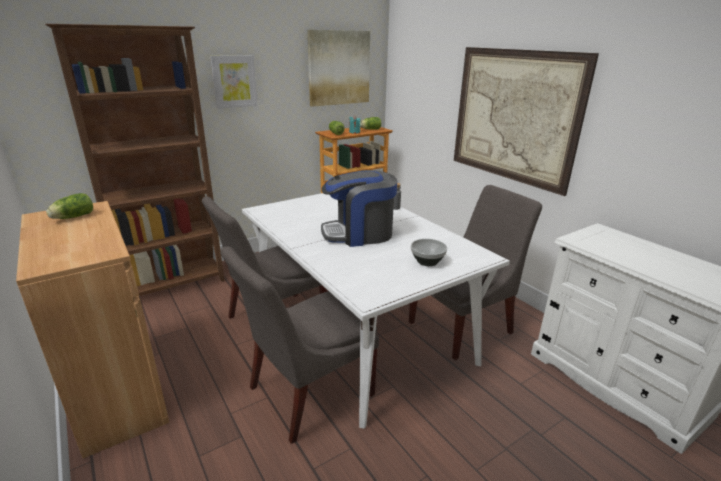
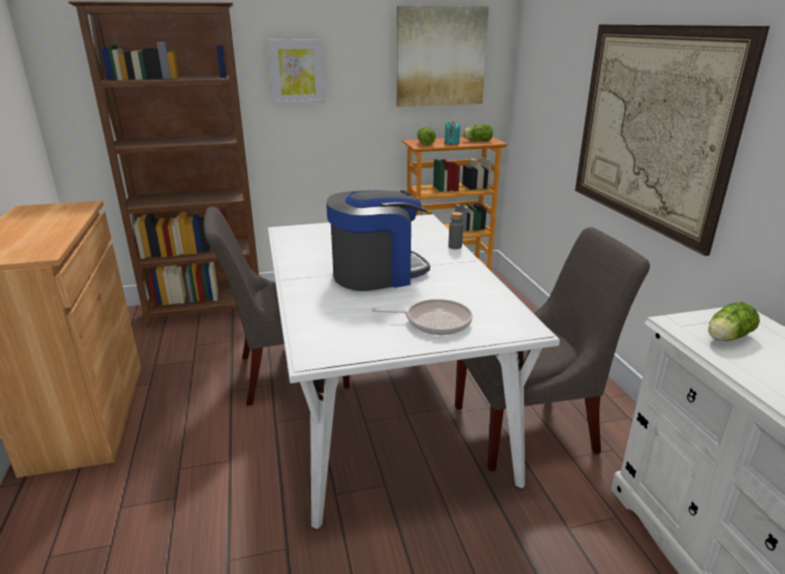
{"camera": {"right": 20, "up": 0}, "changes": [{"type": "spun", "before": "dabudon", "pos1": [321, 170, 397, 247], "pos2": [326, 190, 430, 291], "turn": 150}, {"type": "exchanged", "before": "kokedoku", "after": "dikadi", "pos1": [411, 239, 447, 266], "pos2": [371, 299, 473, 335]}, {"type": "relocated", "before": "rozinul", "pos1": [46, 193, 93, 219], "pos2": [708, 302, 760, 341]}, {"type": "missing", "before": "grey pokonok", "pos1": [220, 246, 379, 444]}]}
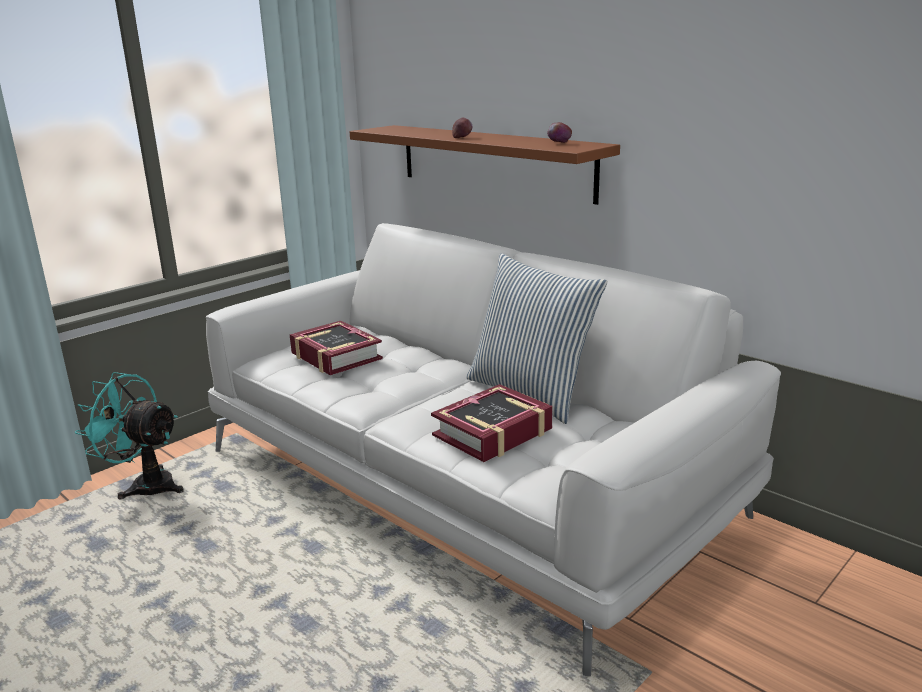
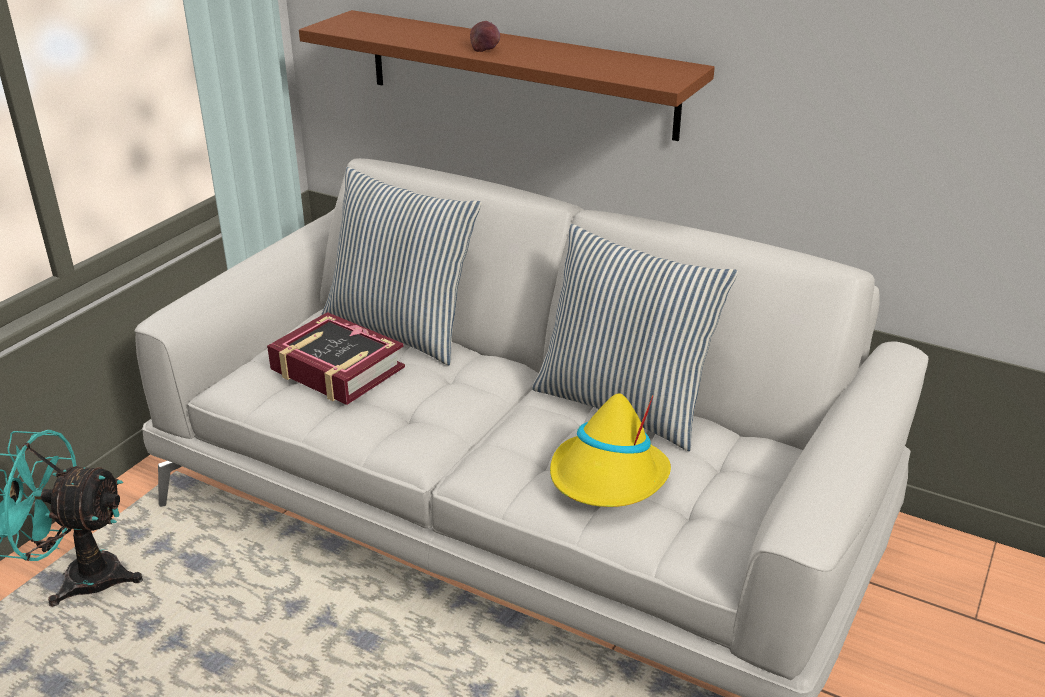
{"camera": {"right": -15, "up": 10}, "changes": [{"type": "appeared", "after": "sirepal", "pos2": [321, 167, 482, 365]}, {"type": "exchanged", "before": "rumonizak", "after": "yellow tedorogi", "pos1": [431, 384, 553, 462], "pos2": [550, 393, 671, 507]}, {"type": "missing", "before": "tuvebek", "pos1": [547, 122, 572, 143]}]}
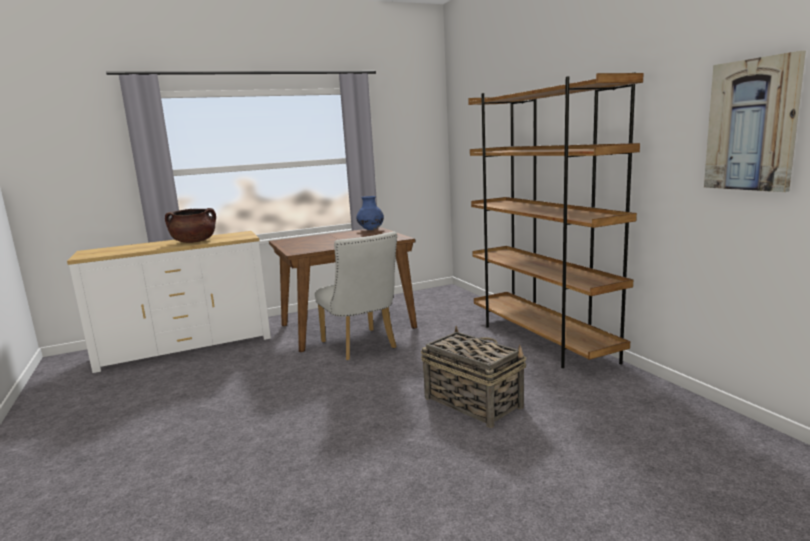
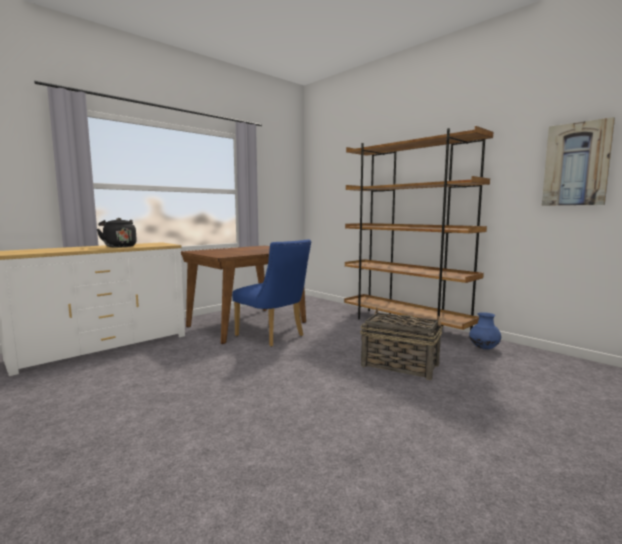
{"camera": {"right": -20, "up": -5}, "changes": [{"type": "exchanged", "before": "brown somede", "after": "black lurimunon", "pos1": [165, 208, 216, 243], "pos2": [97, 218, 137, 248]}, {"type": "colour", "before": "white pokonok", "after": "blue pokonok", "pos1": [315, 232, 397, 361], "pos2": [232, 239, 311, 347]}, {"type": "relocated", "before": "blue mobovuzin", "pos1": [356, 196, 384, 230], "pos2": [469, 312, 501, 349]}]}
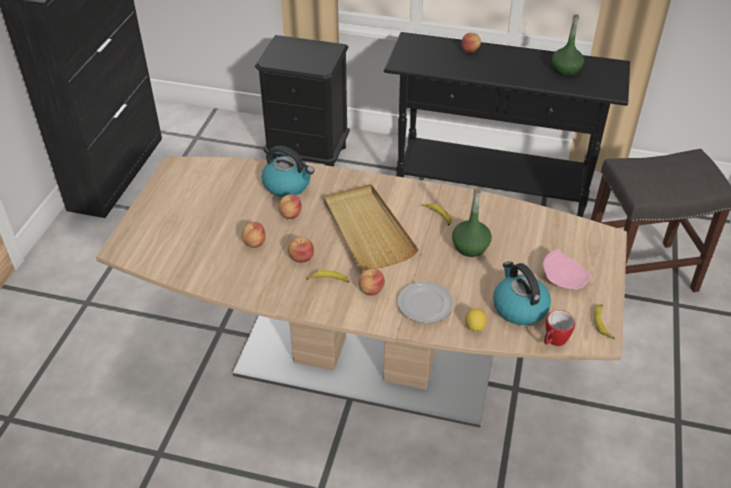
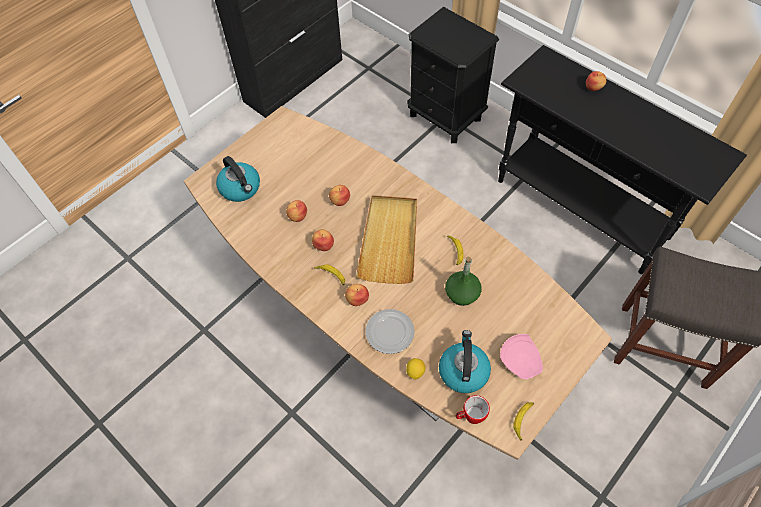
{"camera": {"right": 30, "up": 15}, "changes": [{"type": "relocated", "before": "lurimunon", "pos1": [262, 146, 314, 197], "pos2": [216, 156, 260, 202]}, {"type": "missing", "before": "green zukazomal", "pos1": [552, 14, 584, 76]}]}
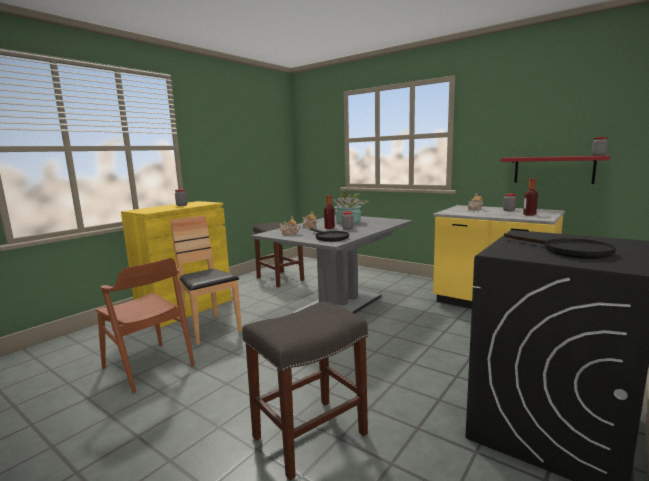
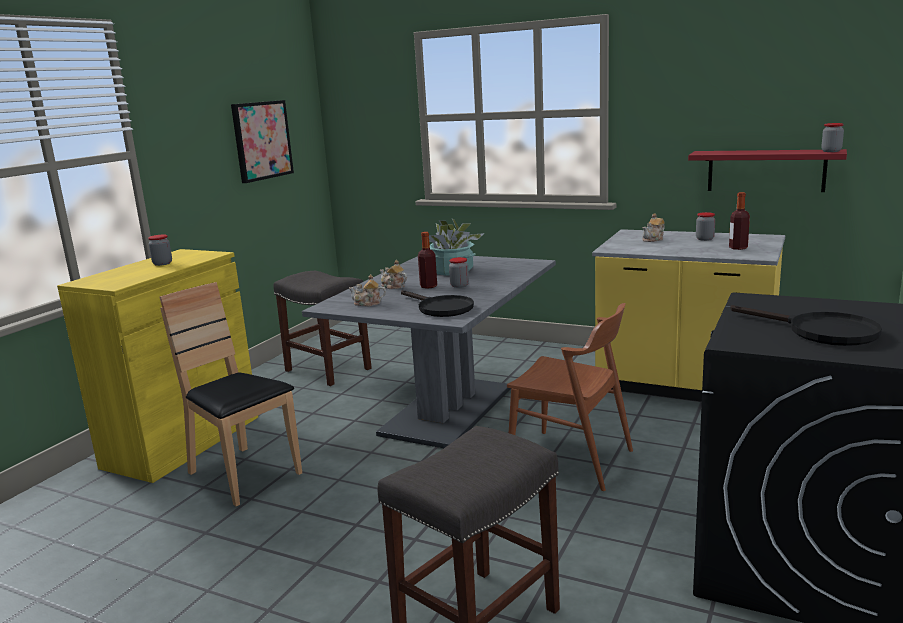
{"camera": {"right": -10, "up": 5}, "changes": [{"type": "appeared", "after": "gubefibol", "pos2": [231, 100, 294, 183]}, {"type": "relocated", "before": "brown pokonok", "pos1": [96, 258, 195, 393], "pos2": [507, 303, 633, 491]}]}
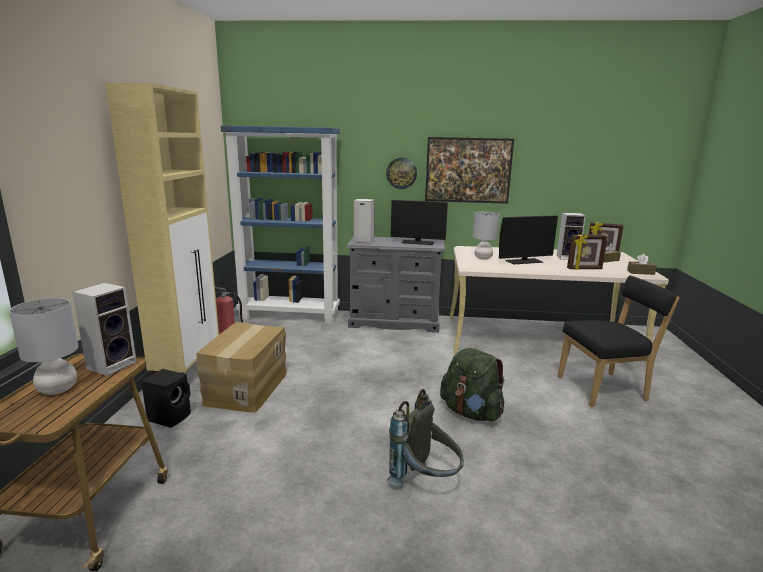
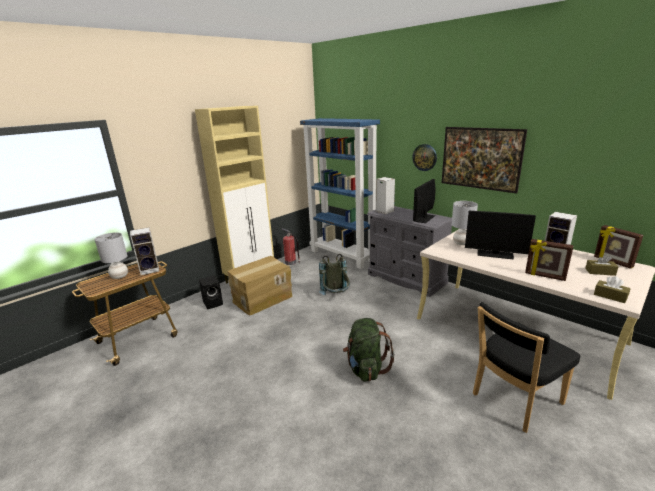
{"camera": {"right": 40, "up": 5}, "changes": [{"type": "relocated", "before": "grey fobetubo", "pos1": [387, 389, 464, 487], "pos2": [319, 254, 350, 295]}, {"type": "spun", "before": "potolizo", "pos1": [391, 200, 448, 245], "pos2": [413, 179, 436, 223], "turn": 75}, {"type": "spun", "before": "black pokonok", "pos1": [558, 275, 679, 407], "pos2": [473, 302, 580, 433], "turn": 120}]}
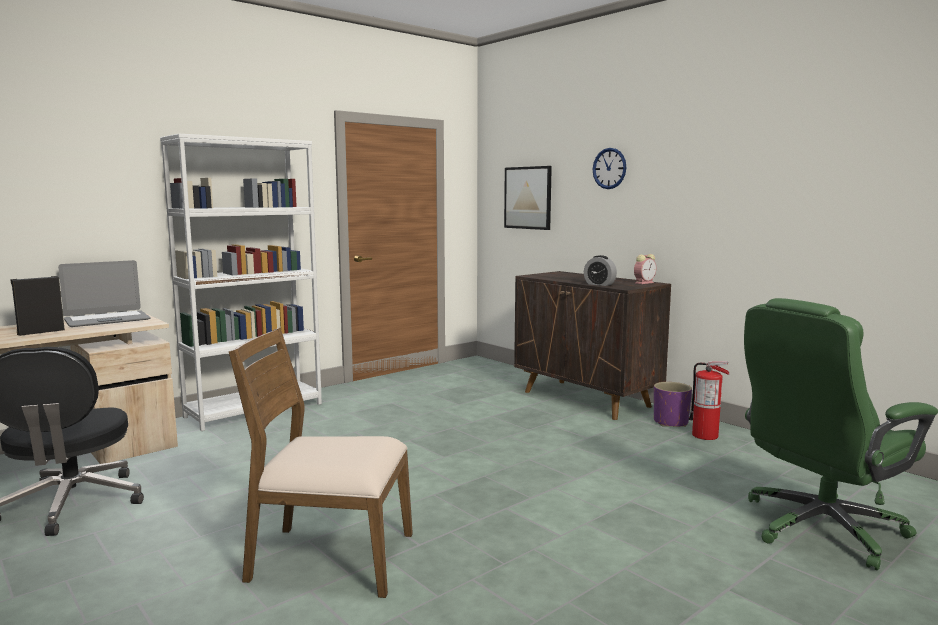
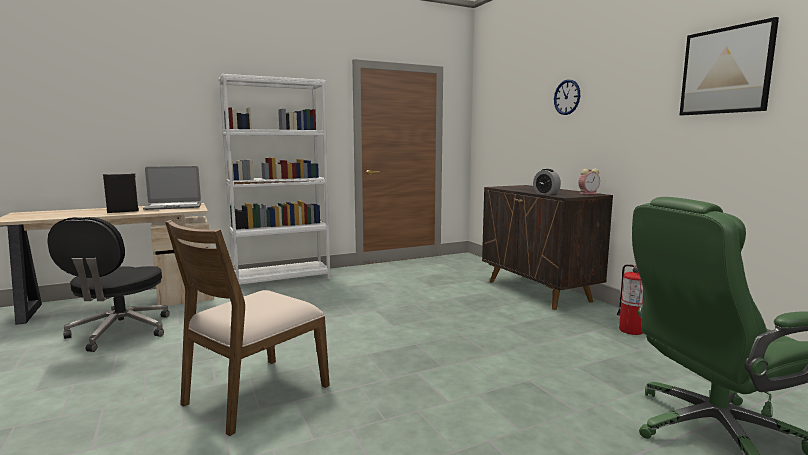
{"camera": {"right": 15, "up": 0}, "changes": [{"type": "spun", "before": "brown pokonok", "pos1": [229, 328, 413, 598], "pos2": [165, 220, 330, 436], "turn": -75}, {"type": "relocated", "before": "gubefibol", "pos1": [504, 166, 552, 230], "pos2": [679, 17, 779, 115]}, {"type": "missing", "before": "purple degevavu", "pos1": [654, 382, 692, 427]}]}
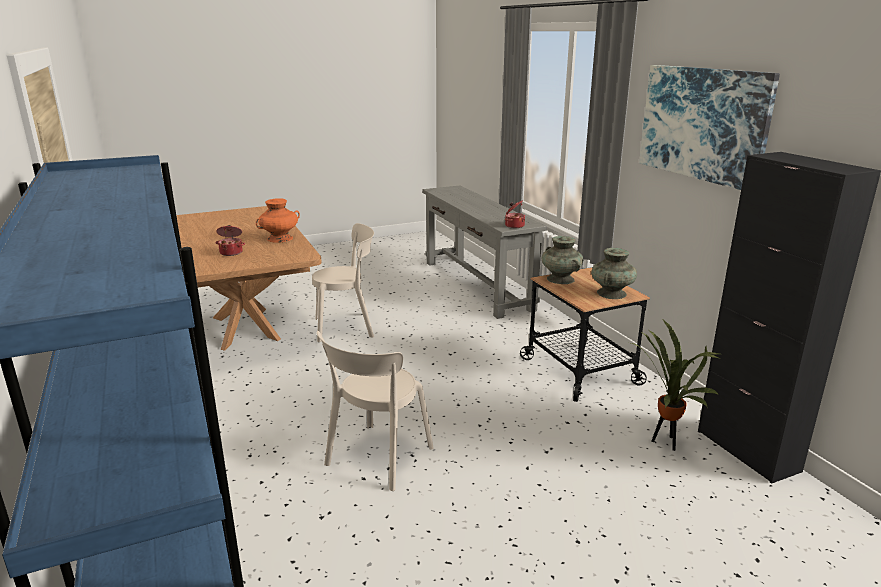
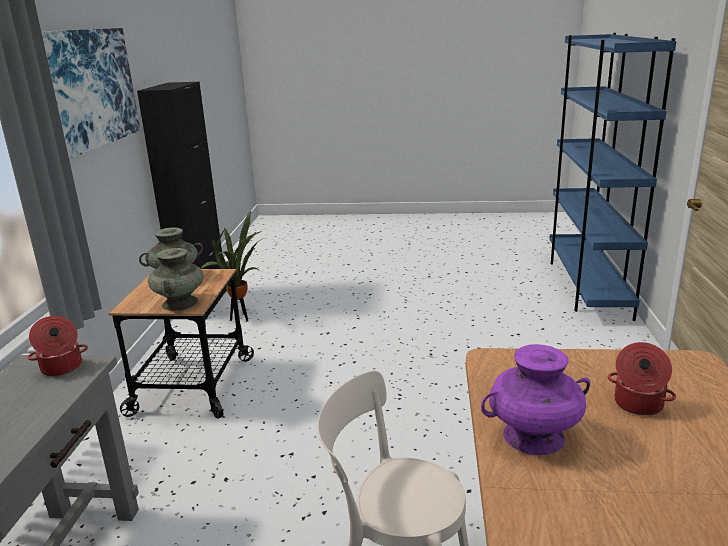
{"camera": {"right": -150, "up": 0}, "changes": [{"type": "colour", "before": "orange mobovuzin", "after": "purple mobovuzin", "pos1": [256, 198, 300, 243], "pos2": [481, 344, 590, 455]}, {"type": "missing", "before": "beige pokonok", "pos1": [317, 331, 434, 491]}]}
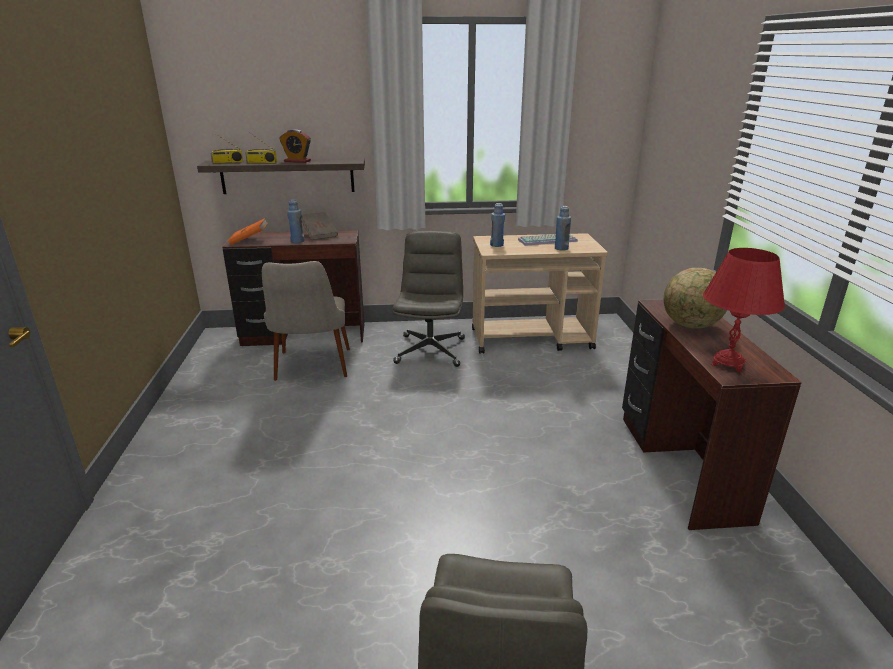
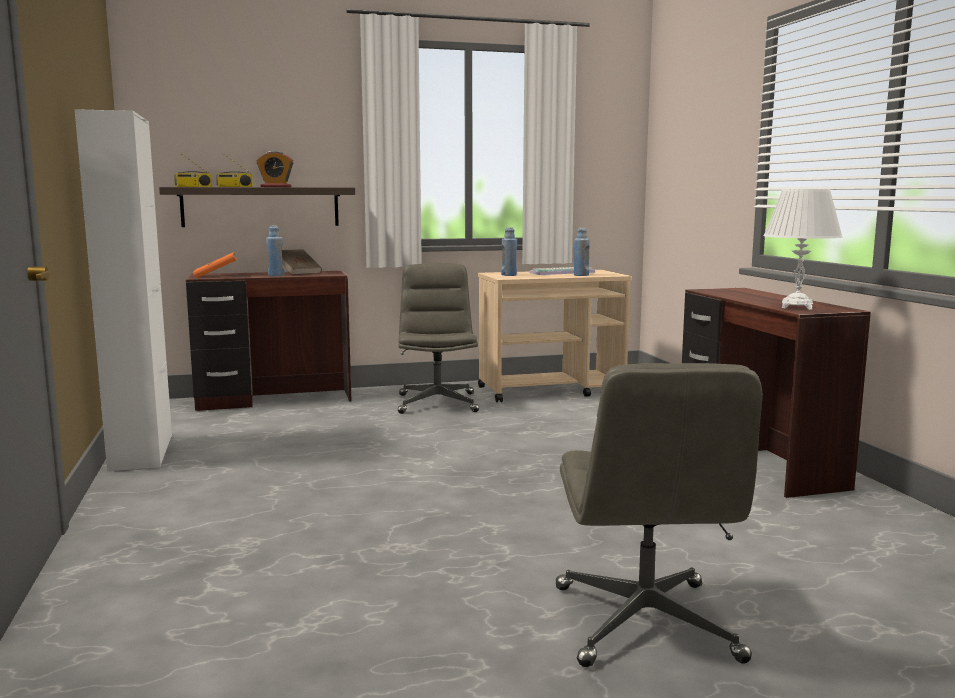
{"camera": {"right": -10, "up": -15}, "changes": [{"type": "appeared", "after": "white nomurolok", "pos2": [75, 109, 172, 472]}, {"type": "colour", "before": "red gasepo", "after": "white gasepo", "pos1": [703, 248, 785, 372], "pos2": [763, 189, 843, 310]}, {"type": "missing", "before": "beige pokonok", "pos1": [262, 261, 350, 381]}, {"type": "missing", "before": "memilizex", "pos1": [664, 268, 727, 329]}]}
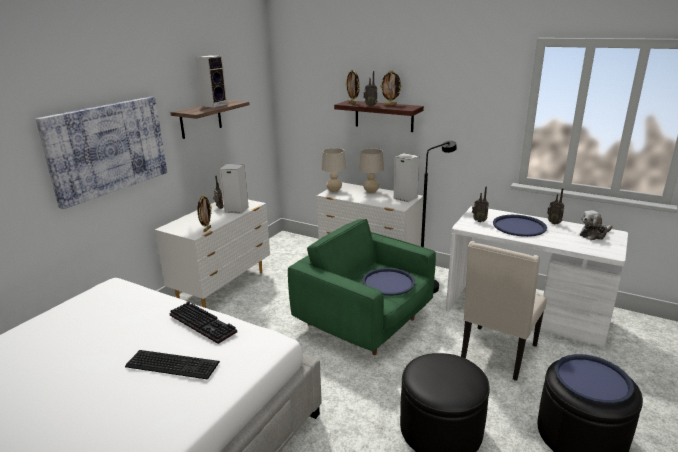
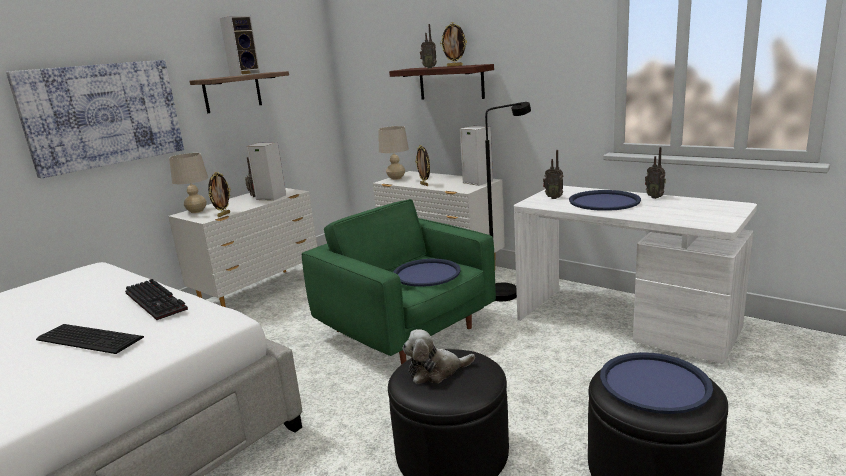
{"camera": {"right": 10, "up": -5}, "changes": [{"type": "relocated", "before": "beige gasepo", "pos1": [359, 149, 384, 193], "pos2": [169, 153, 208, 213]}, {"type": "relocated", "before": "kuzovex", "pos1": [580, 210, 613, 240], "pos2": [402, 329, 475, 384]}, {"type": "relocated", "before": "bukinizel", "pos1": [345, 69, 360, 104], "pos2": [415, 145, 430, 186]}, {"type": "missing", "before": "beige pokonok", "pos1": [461, 241, 547, 381]}]}
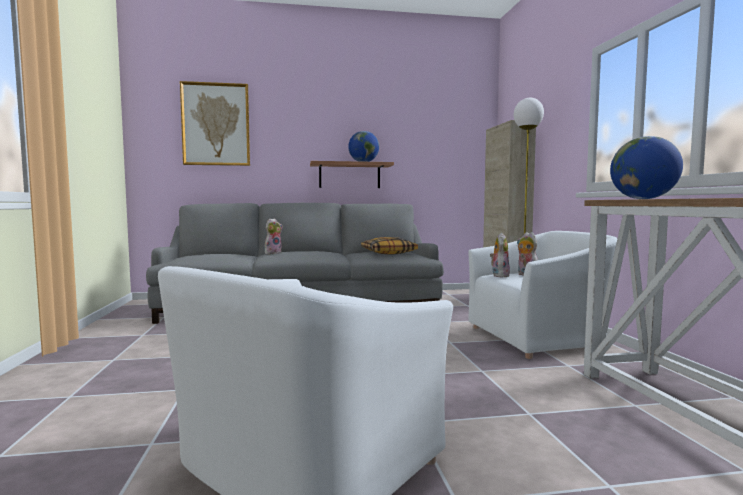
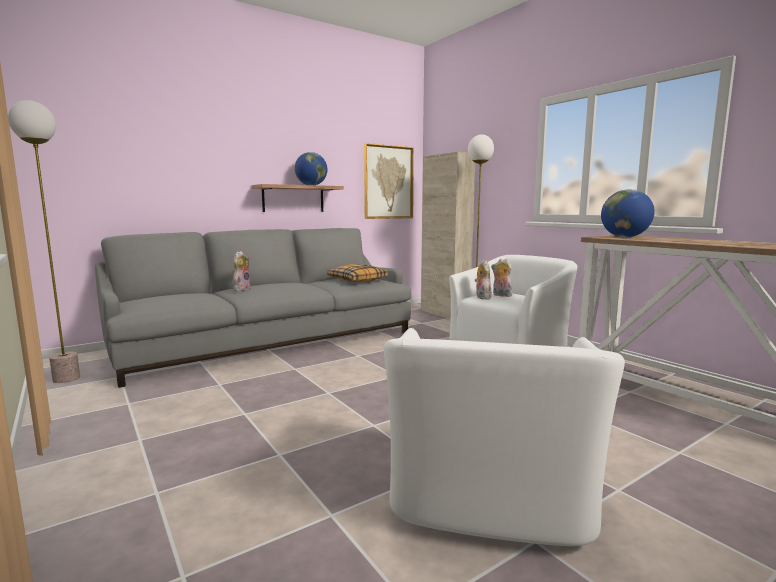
{"camera": {"right": -25, "up": 5}, "changes": [{"type": "appeared", "after": "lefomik", "pos2": [8, 100, 80, 383]}, {"type": "relocated", "before": "gubefibol", "pos1": [180, 81, 250, 166], "pos2": [364, 143, 414, 219]}]}
